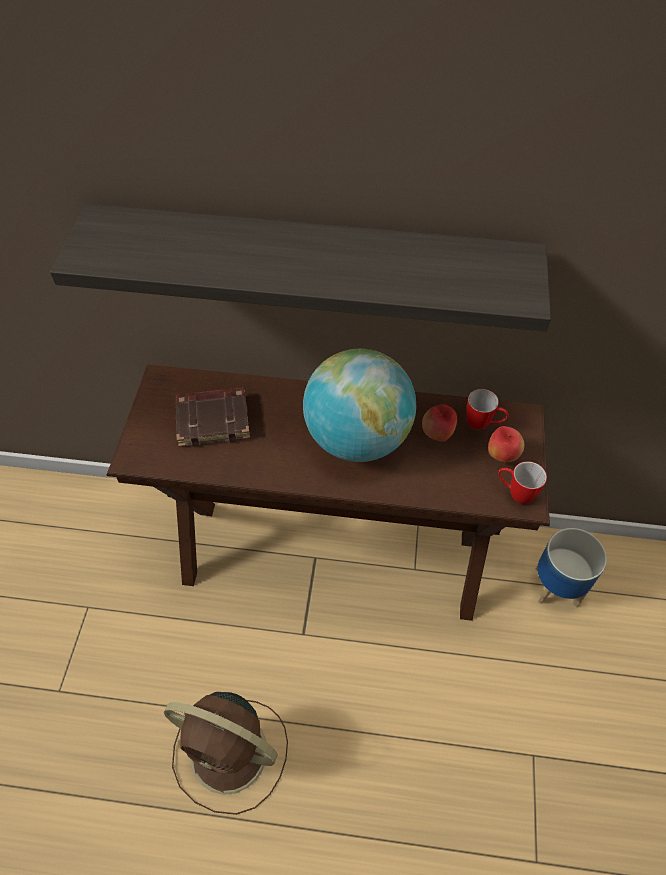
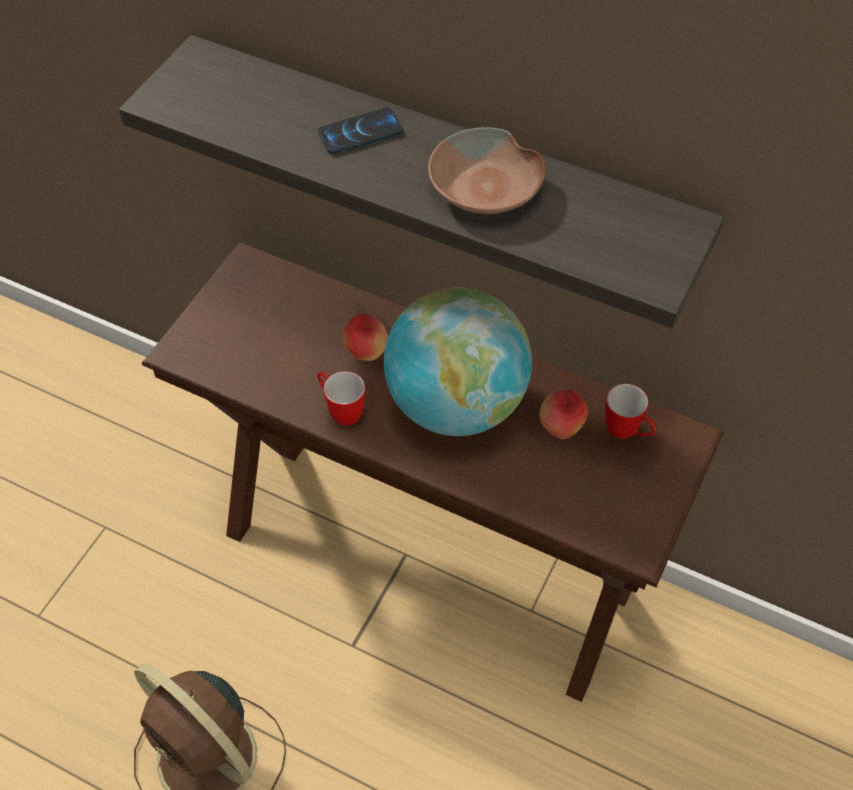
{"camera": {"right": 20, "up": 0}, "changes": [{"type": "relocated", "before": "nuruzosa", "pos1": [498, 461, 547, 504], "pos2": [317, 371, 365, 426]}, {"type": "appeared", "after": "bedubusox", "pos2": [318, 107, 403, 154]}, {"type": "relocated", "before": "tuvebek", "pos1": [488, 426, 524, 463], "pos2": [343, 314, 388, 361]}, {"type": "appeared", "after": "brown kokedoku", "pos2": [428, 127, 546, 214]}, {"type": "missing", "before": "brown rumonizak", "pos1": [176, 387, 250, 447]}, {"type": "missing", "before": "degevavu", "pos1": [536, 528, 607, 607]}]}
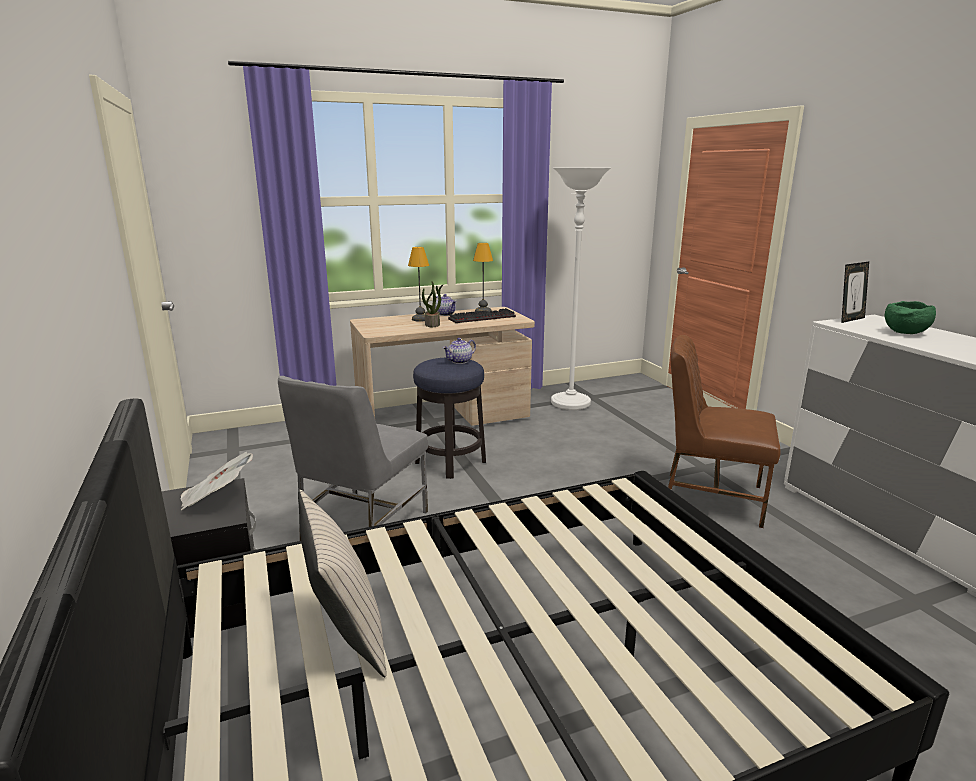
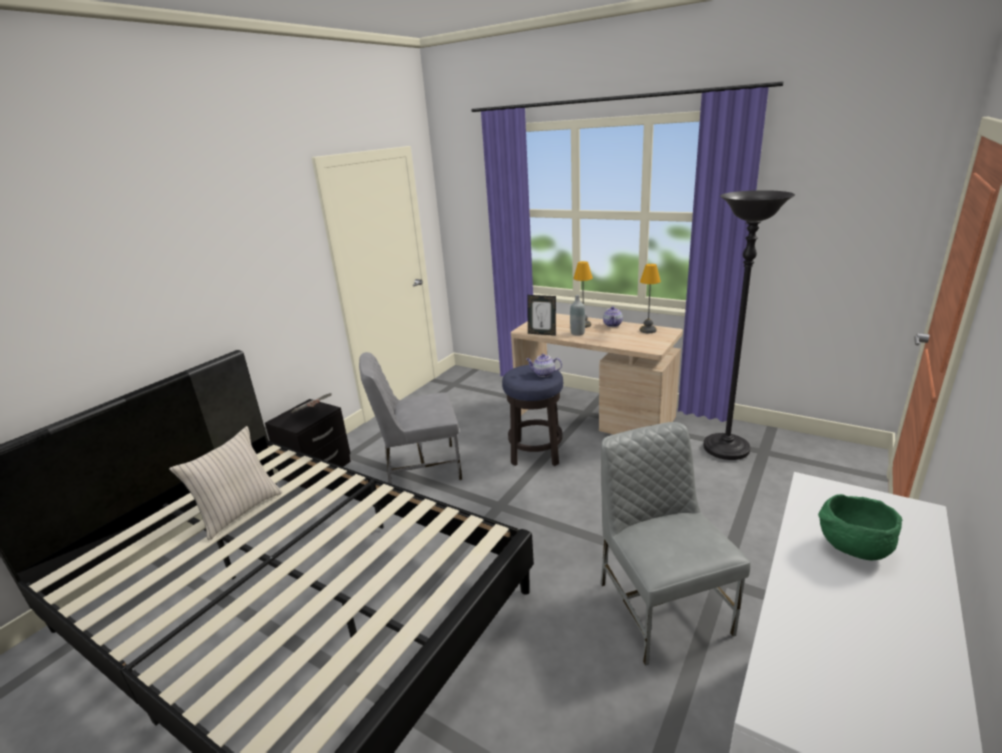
{"camera": {"right": 55, "up": 5}, "changes": [{"type": "relocated", "before": "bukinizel", "pos1": [841, 262, 869, 323], "pos2": [527, 295, 556, 336]}, {"type": "exchanged", "before": "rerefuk", "after": "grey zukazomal", "pos1": [422, 281, 444, 327], "pos2": [570, 295, 585, 336]}, {"type": "colour", "before": "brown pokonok", "after": "grey pokonok", "pos1": [668, 335, 781, 528], "pos2": [600, 422, 750, 666]}, {"type": "colour", "before": "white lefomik", "after": "black lefomik", "pos1": [551, 168, 611, 410], "pos2": [703, 190, 795, 460]}, {"type": "missing", "before": "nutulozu", "pos1": [448, 308, 516, 323]}]}
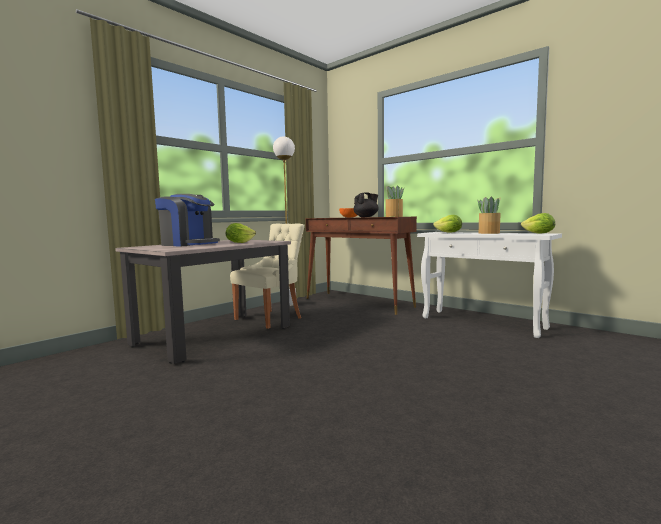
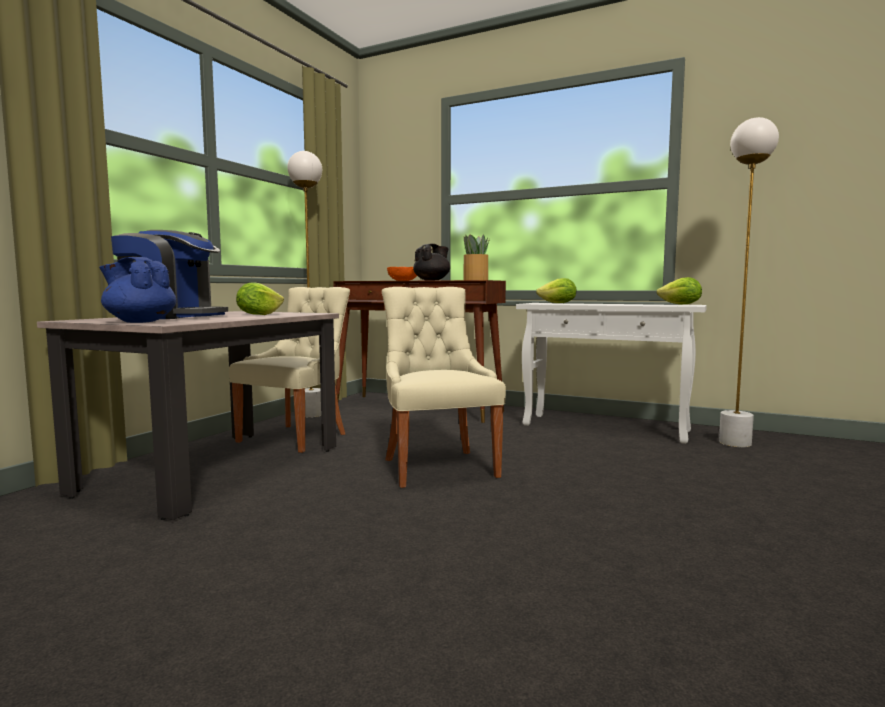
{"camera": {"right": -15, "up": 0}, "changes": [{"type": "appeared", "after": "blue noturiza", "pos2": [99, 257, 176, 323]}, {"type": "appeared", "after": "beige pokonok", "pos2": [382, 287, 506, 488]}, {"type": "appeared", "after": "white lefomik", "pos2": [719, 117, 779, 447]}, {"type": "missing", "before": "rerefuk", "pos1": [477, 197, 501, 234]}]}
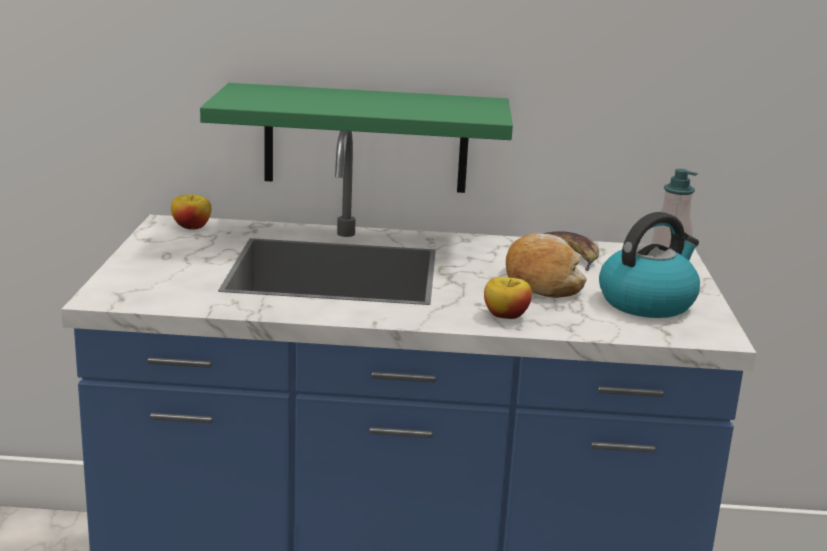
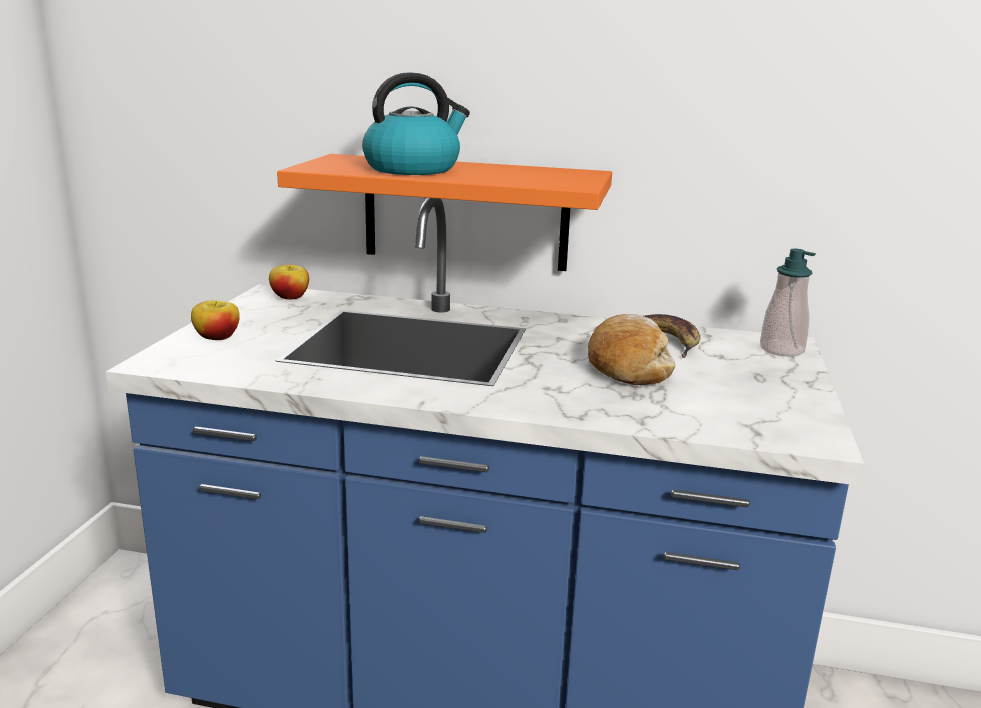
{"camera": {"right": 10, "up": 0}, "changes": [{"type": "relocated", "before": "tuvebek", "pos1": [484, 277, 532, 319], "pos2": [191, 300, 240, 340]}, {"type": "colour", "before": "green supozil", "after": "orange supozil", "pos1": [200, 83, 513, 193], "pos2": [277, 154, 612, 271]}, {"type": "relocated", "before": "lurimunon", "pos1": [599, 212, 700, 318], "pos2": [362, 72, 470, 175]}]}
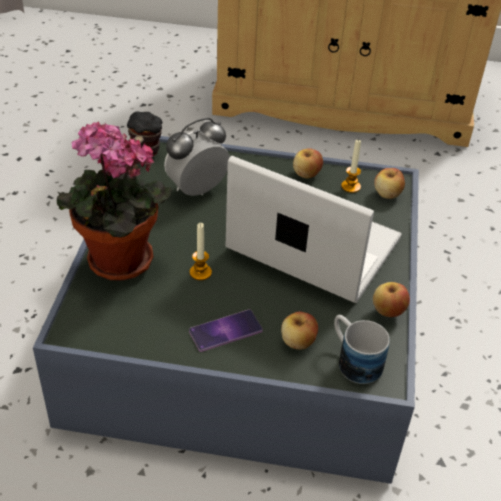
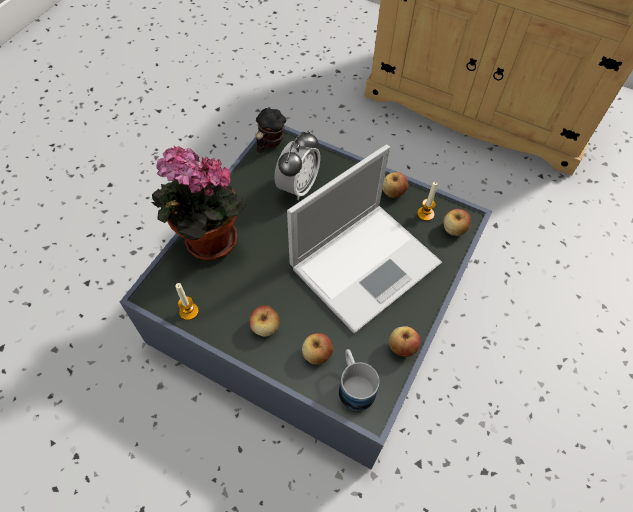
{"camera": {"right": 20, "up": 15}, "changes": [{"type": "relocated", "before": "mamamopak", "pos1": [190, 223, 212, 281], "pos2": [176, 283, 199, 320]}, {"type": "exchanged", "before": "bedubusox", "after": "tuvebek", "pos1": [189, 310, 263, 352], "pos2": [250, 305, 279, 337]}, {"type": "spun", "before": "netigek", "pos1": [164, 118, 230, 196], "pos2": [274, 131, 320, 200], "turn": 135}, {"type": "spun", "before": "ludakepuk", "pos1": [226, 156, 402, 303], "pos2": [287, 145, 442, 333], "turn": 90}]}
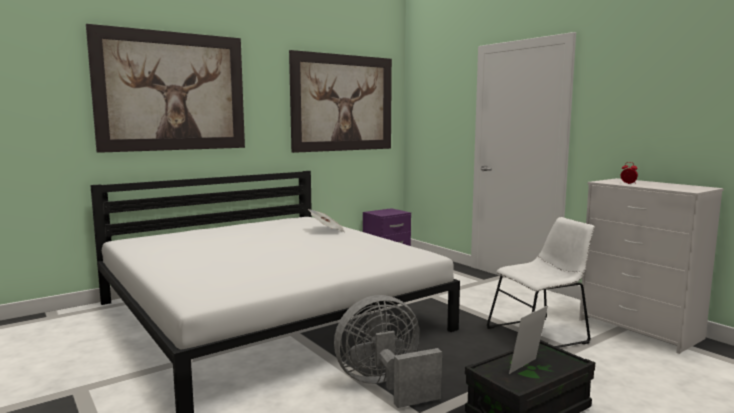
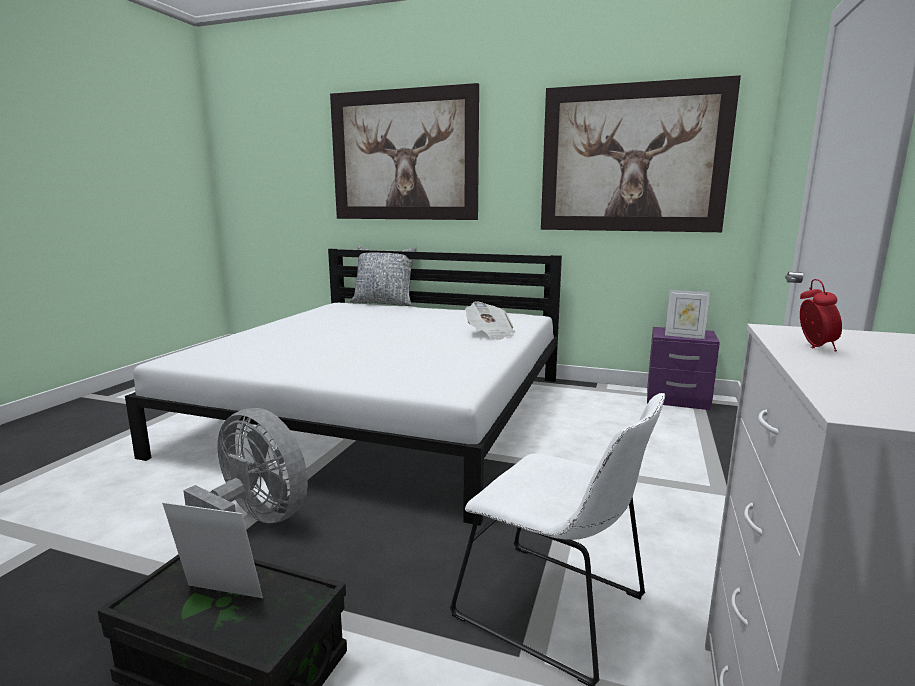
{"camera": {"right": 55, "up": 5}, "changes": [{"type": "appeared", "after": "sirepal", "pos2": [350, 246, 417, 306]}, {"type": "appeared", "after": "bukinizel", "pos2": [665, 290, 710, 339]}]}
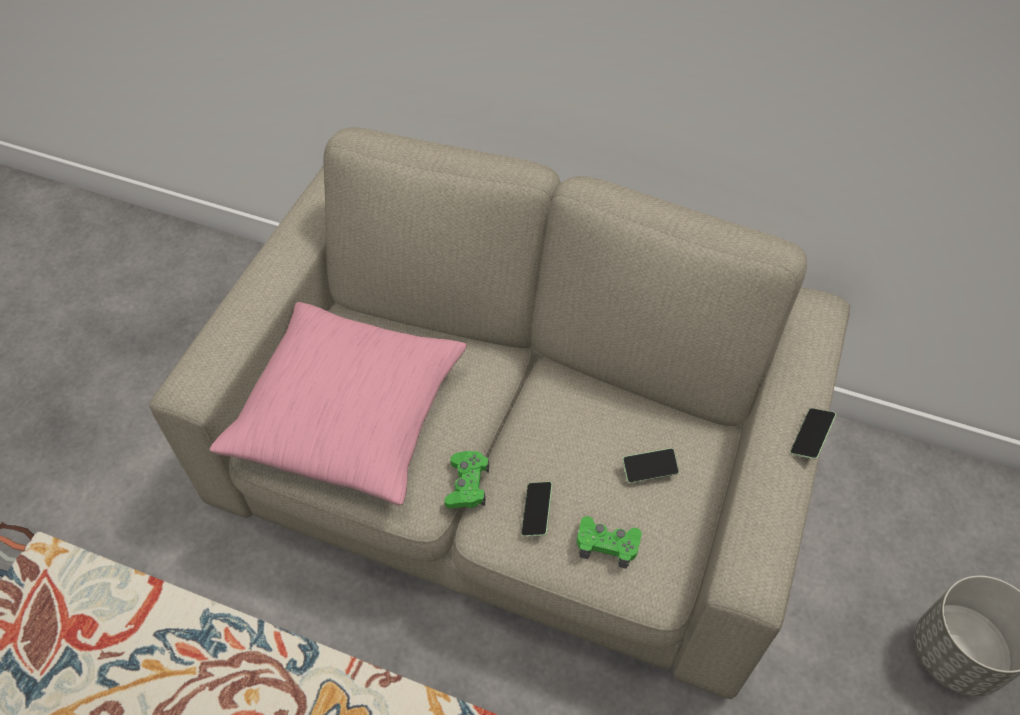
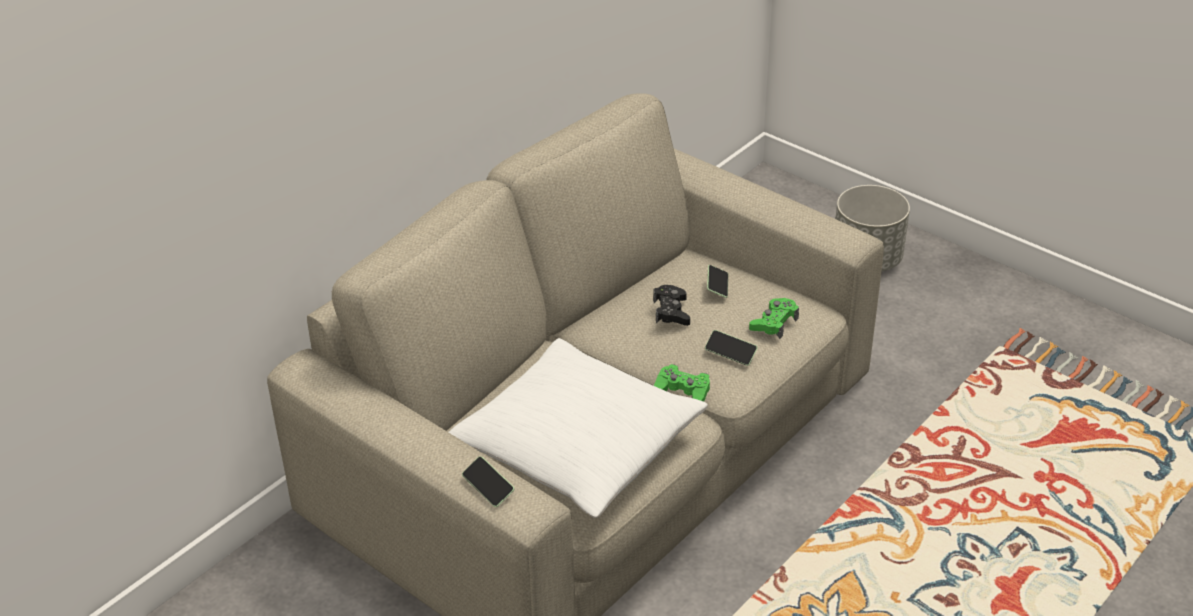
{"camera": {"right": -70, "up": -15}, "changes": [{"type": "colour", "before": "pink sirepal", "after": "white sirepal", "pos1": [209, 302, 467, 505], "pos2": [449, 338, 708, 518]}, {"type": "relocated", "before": "bedubusox", "pos1": [790, 408, 836, 459], "pos2": [462, 456, 514, 507]}, {"type": "appeared", "after": "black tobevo", "pos2": [653, 285, 690, 326]}]}
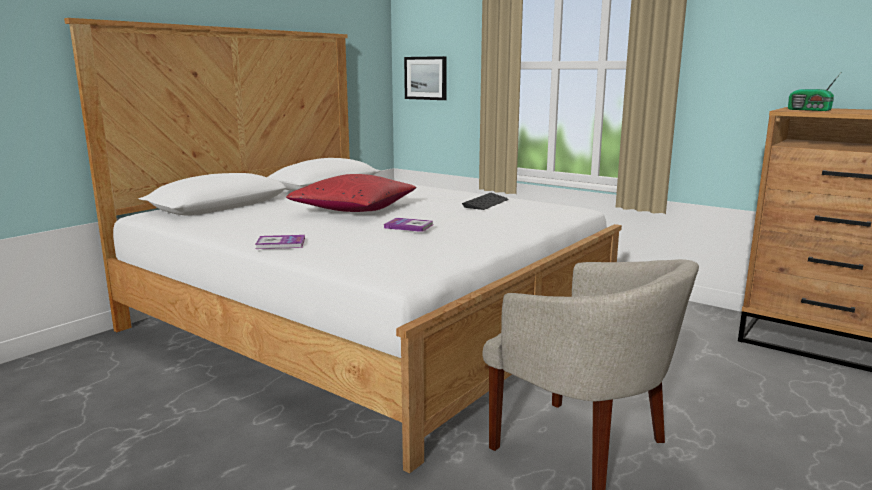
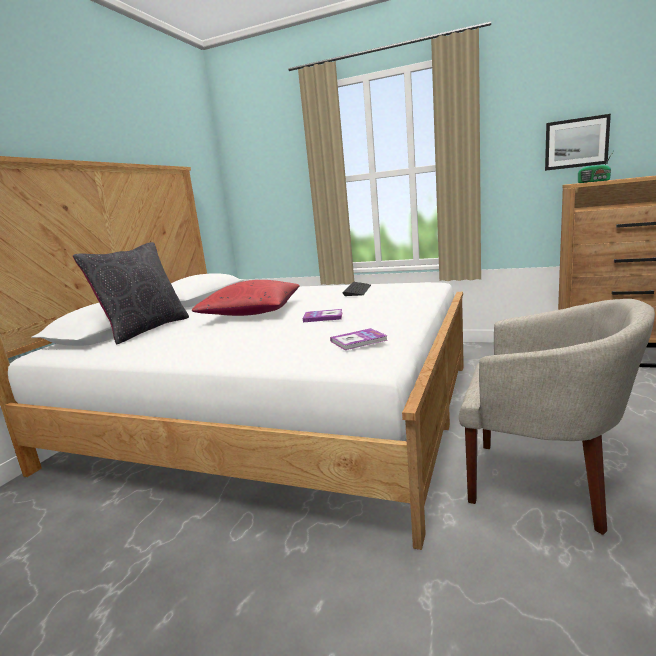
{"camera": {"right": -15, "up": 0}, "changes": [{"type": "appeared", "after": "black sirepal", "pos2": [73, 242, 189, 345]}, {"type": "relocated", "before": "rumonizak", "pos1": [255, 235, 305, 249], "pos2": [330, 328, 387, 350]}, {"type": "relocated", "before": "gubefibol", "pos1": [404, 56, 447, 100], "pos2": [545, 114, 611, 171]}]}
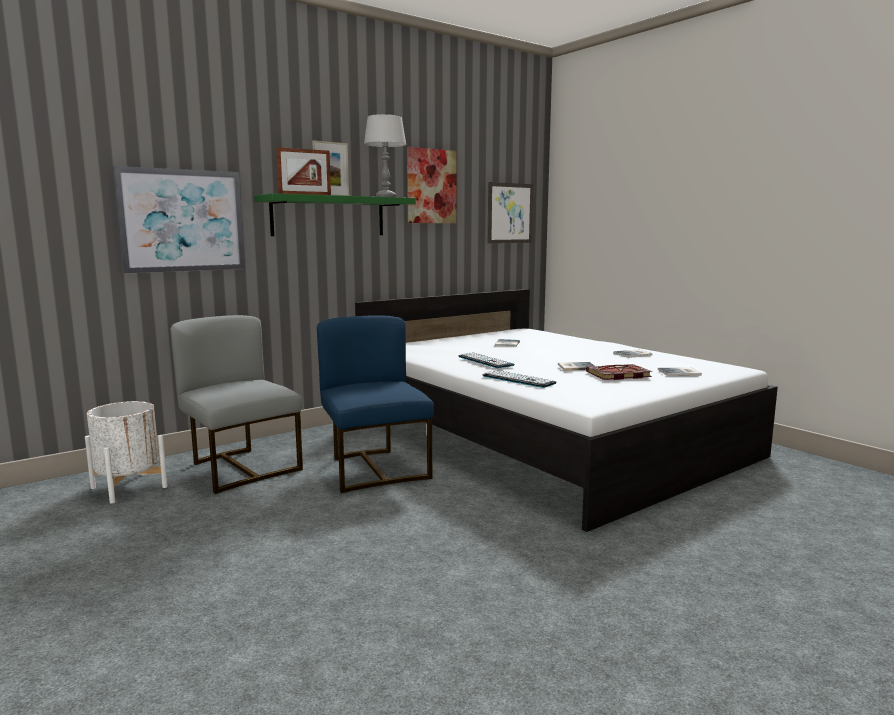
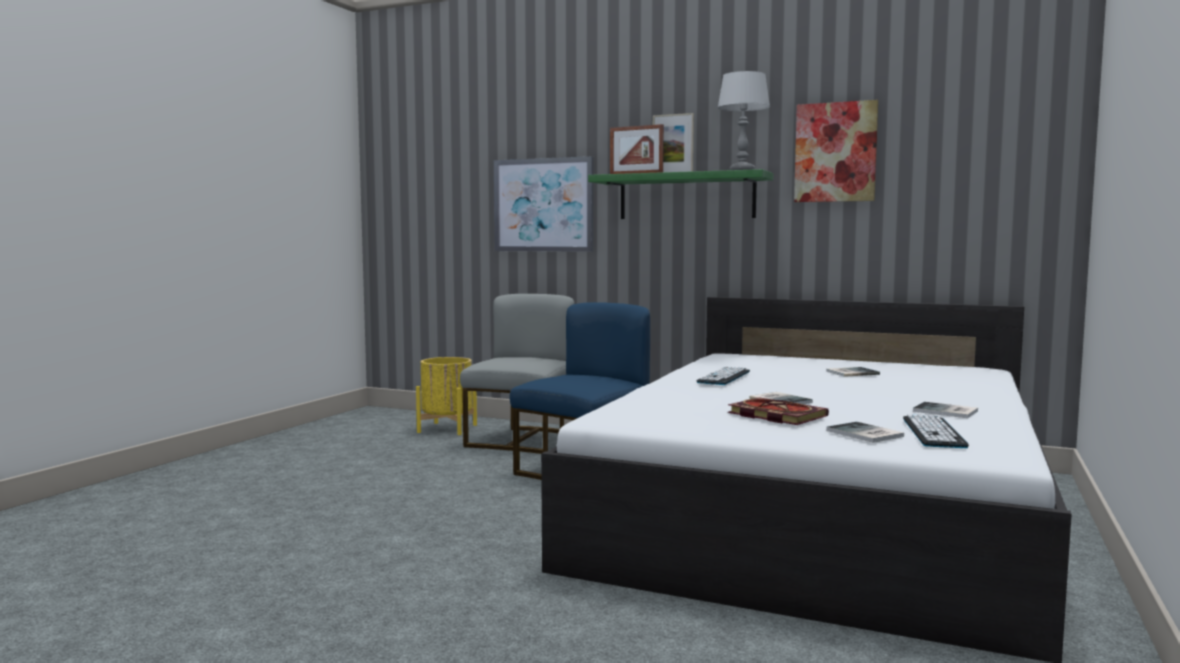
{"camera": {"right": 60, "up": -5}, "changes": [{"type": "colour", "before": "white degevavu", "after": "yellow degevavu", "pos1": [85, 401, 168, 503], "pos2": [416, 357, 477, 435]}, {"type": "relocated", "before": "nutulozu", "pos1": [483, 370, 556, 388], "pos2": [903, 414, 969, 448]}, {"type": "missing", "before": "gubefibol", "pos1": [488, 182, 533, 243]}]}
